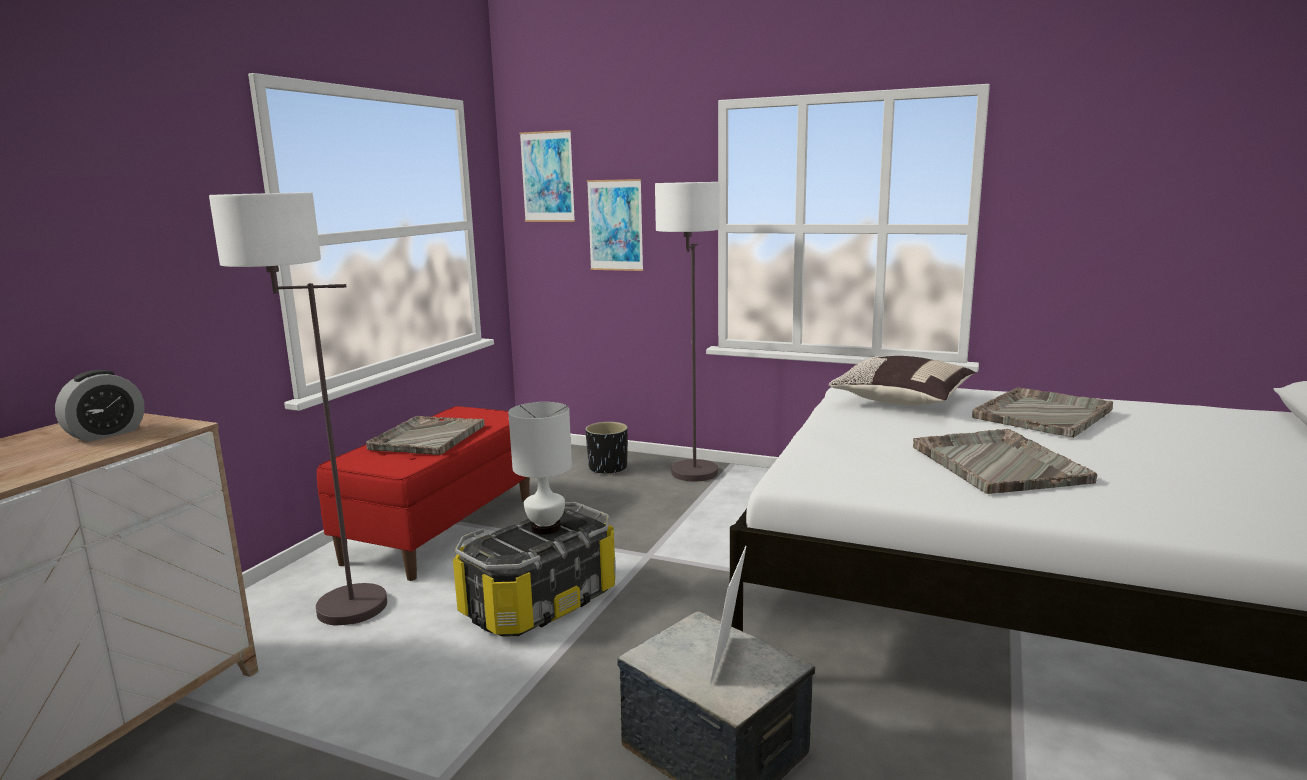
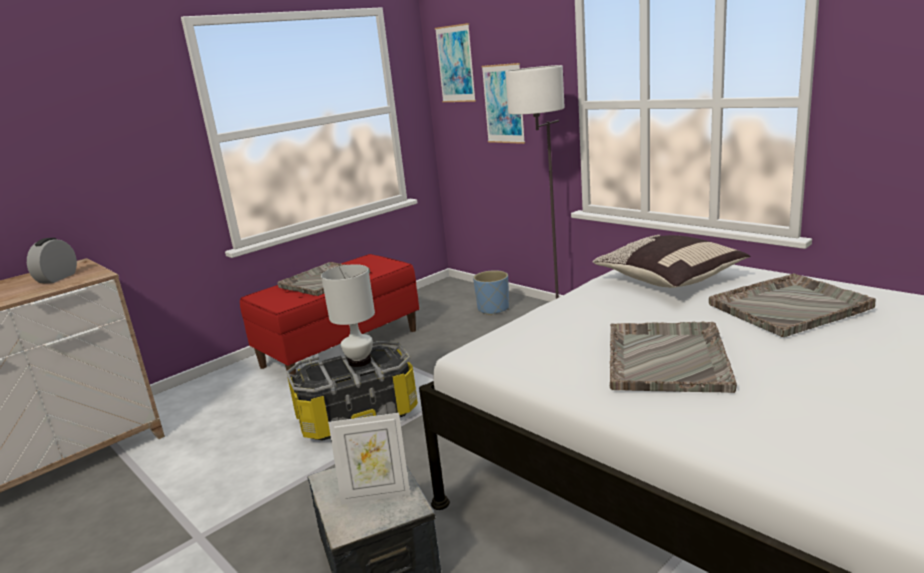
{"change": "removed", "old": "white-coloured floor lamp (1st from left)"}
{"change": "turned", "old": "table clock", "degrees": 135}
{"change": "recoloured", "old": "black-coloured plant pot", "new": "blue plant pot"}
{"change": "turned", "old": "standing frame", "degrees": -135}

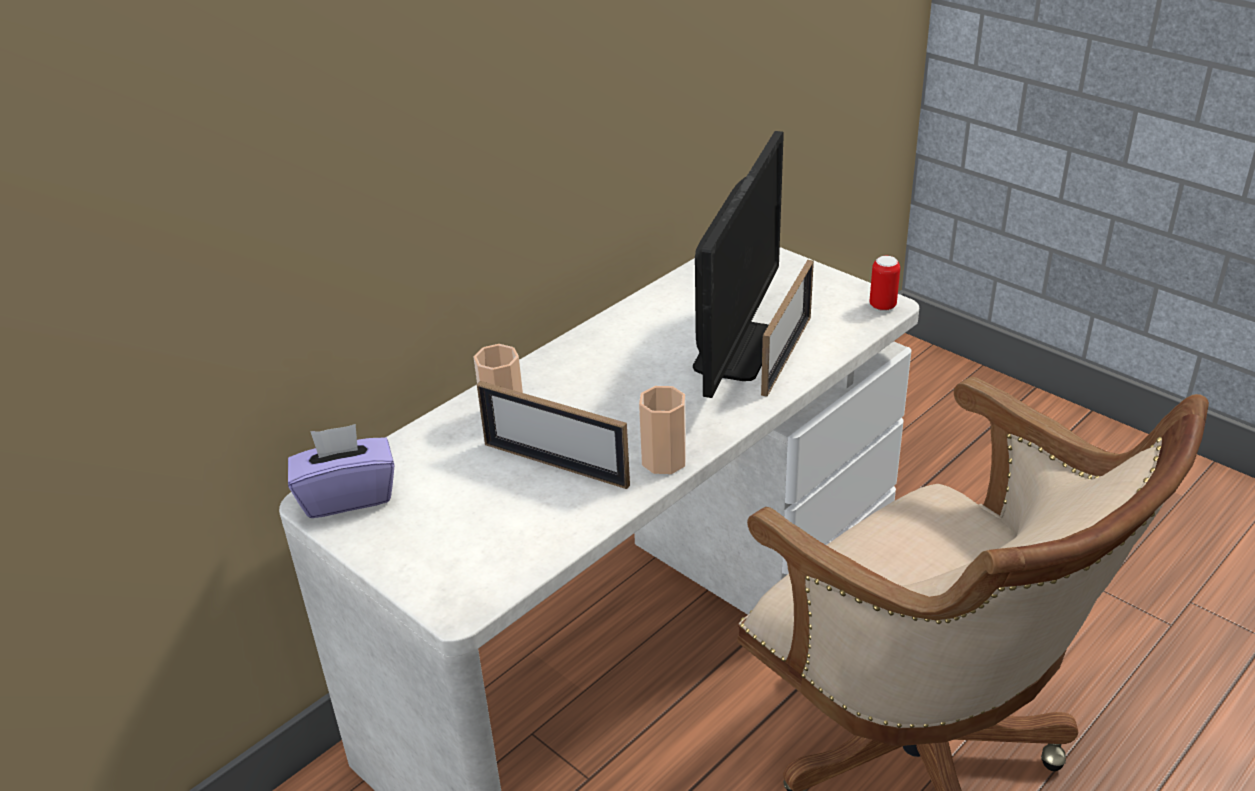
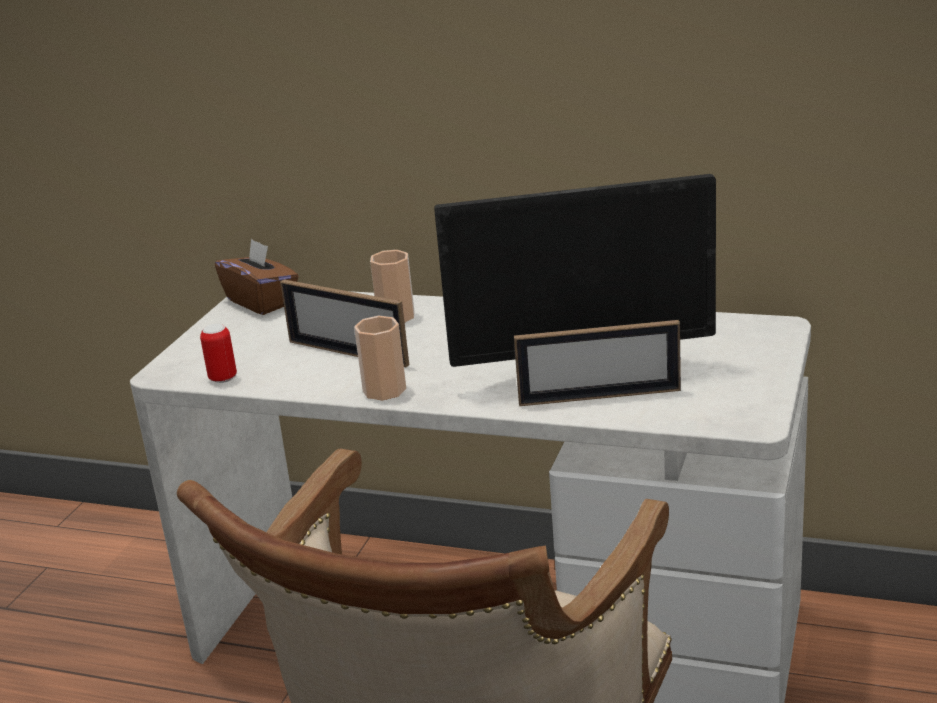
{"change": "moved", "old": "can"}
{"change": "turned", "old": "standing frame (1st from left)", "degrees": -60}
{"change": "recoloured", "old": "purplish box of tissues", "new": "brown box of tissues"}

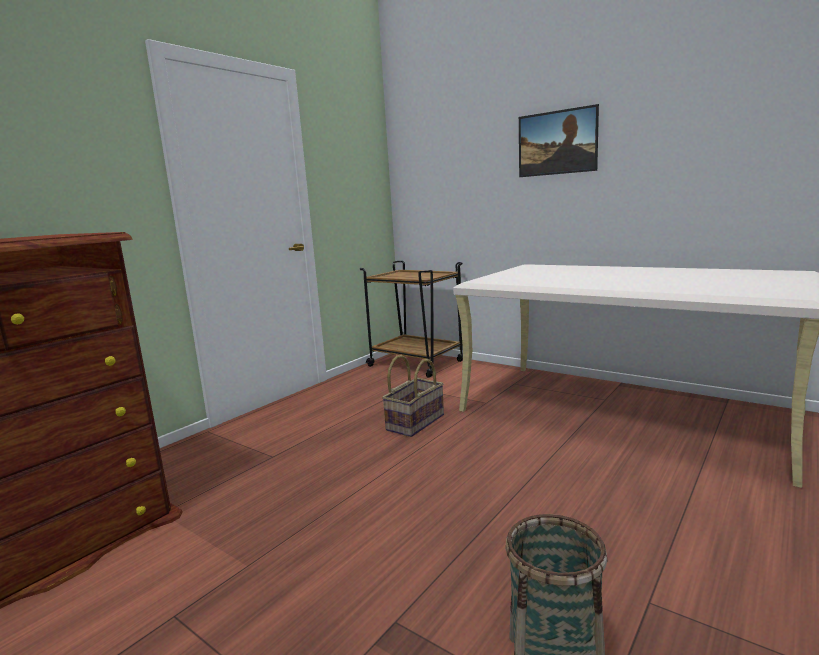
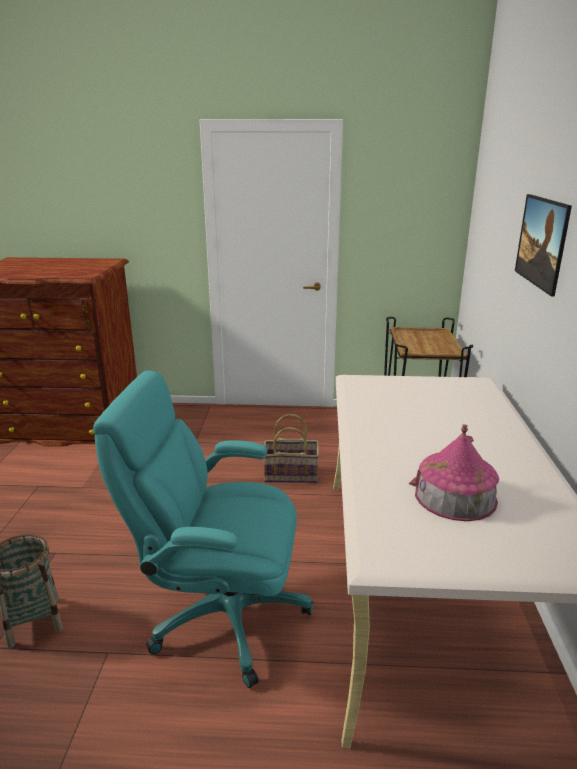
{"change": "added", "new": "blue-green computer chair"}
{"change": "added", "new": "model house"}

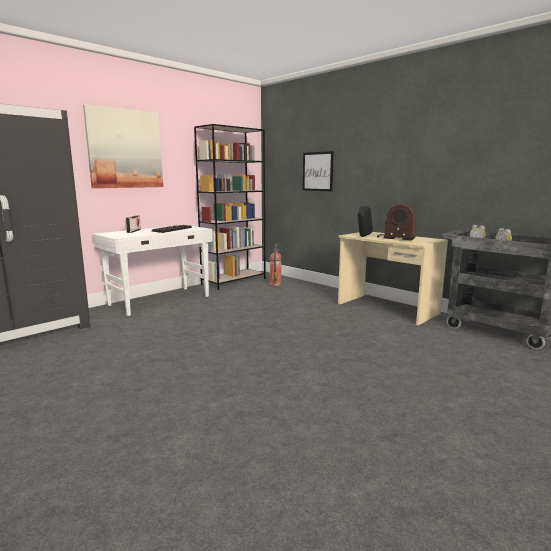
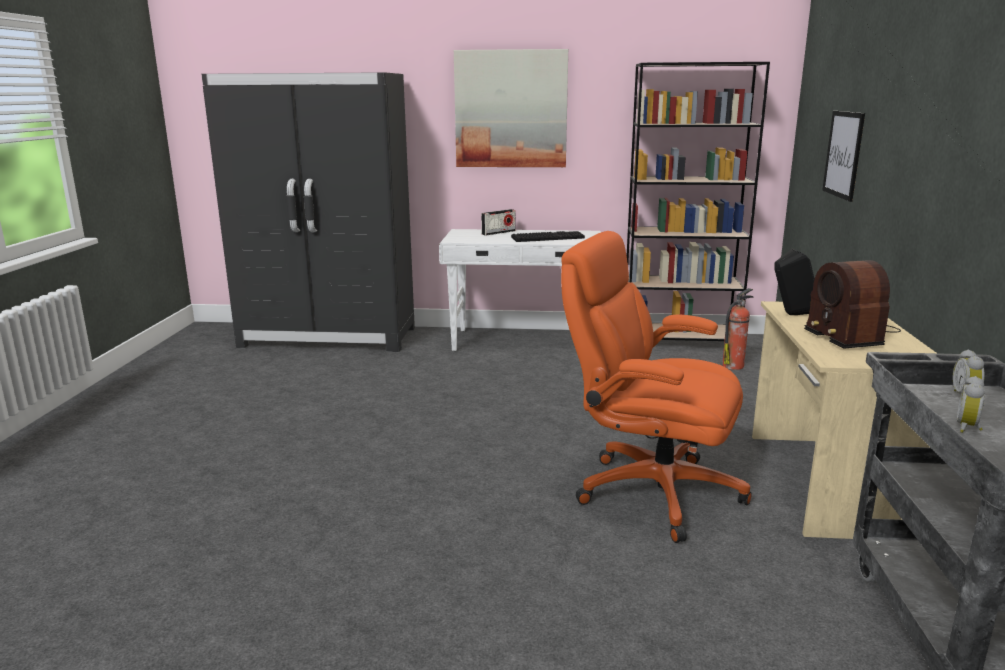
{"change": "added", "new": "orange computer chair"}

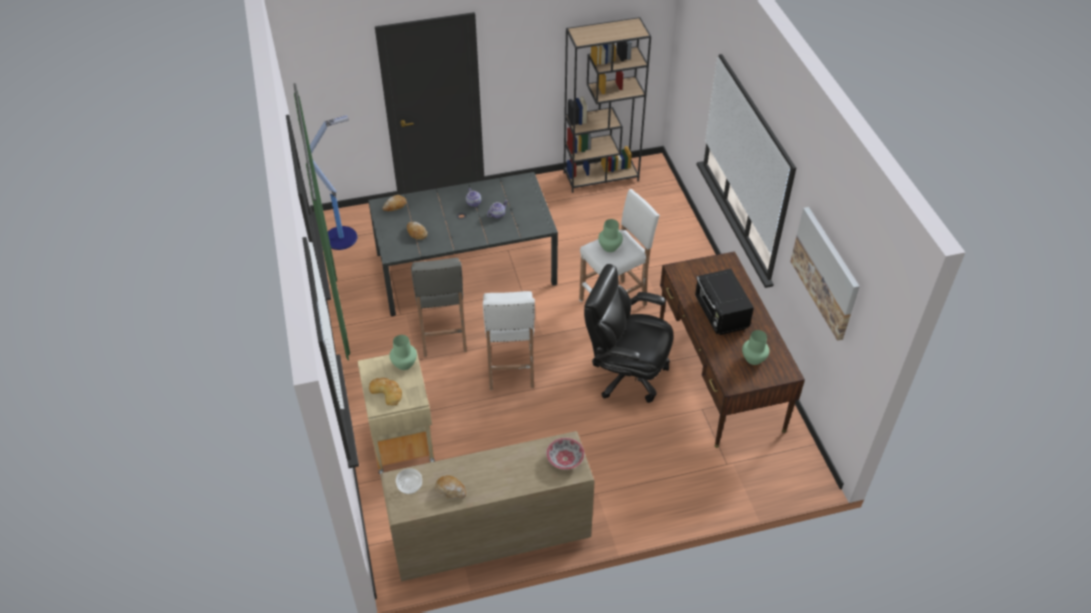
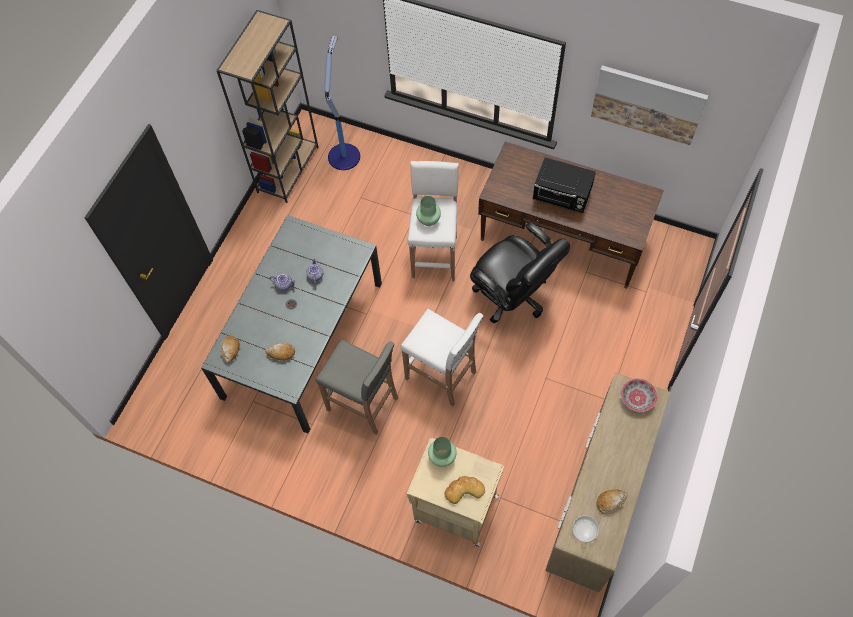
{"change": "moved", "old": "floor lamp"}
{"change": "turned", "old": "black-coloured computer chair", "degrees": -105}
{"change": "removed", "old": "greenish decorative vase (3rd from left)"}

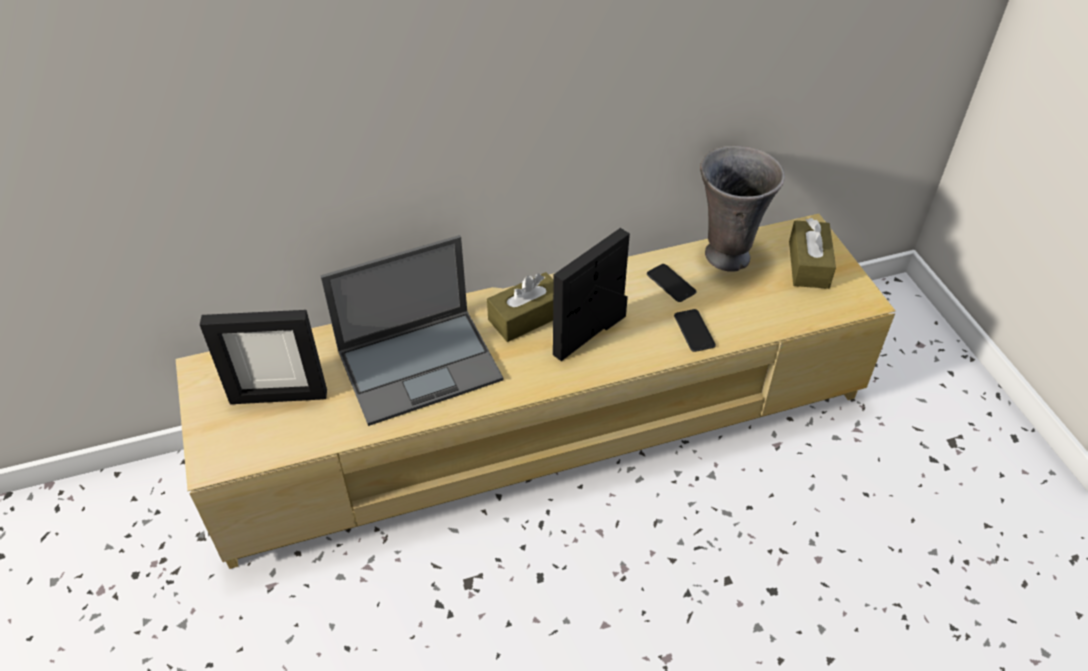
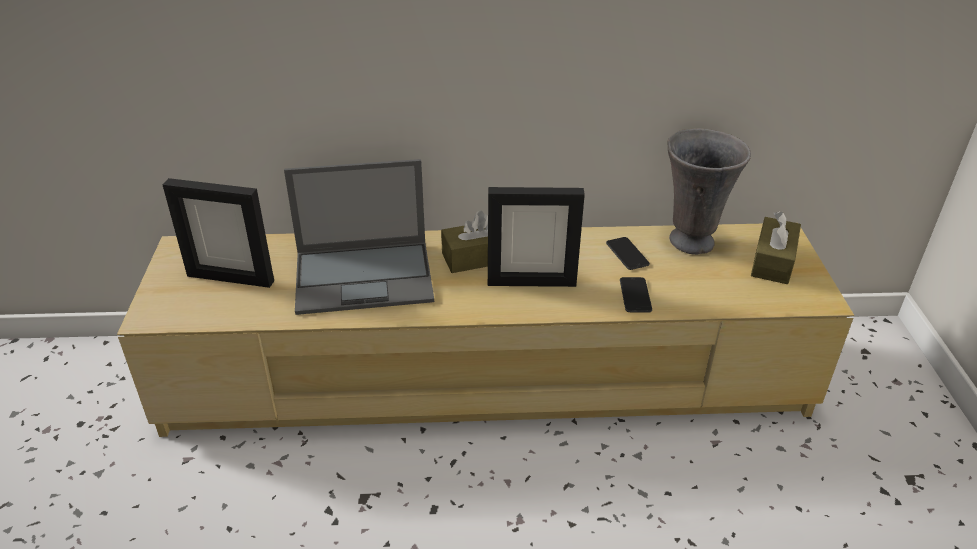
{"change": "turned", "old": "standing frame (2nd from left)", "degrees": -150}

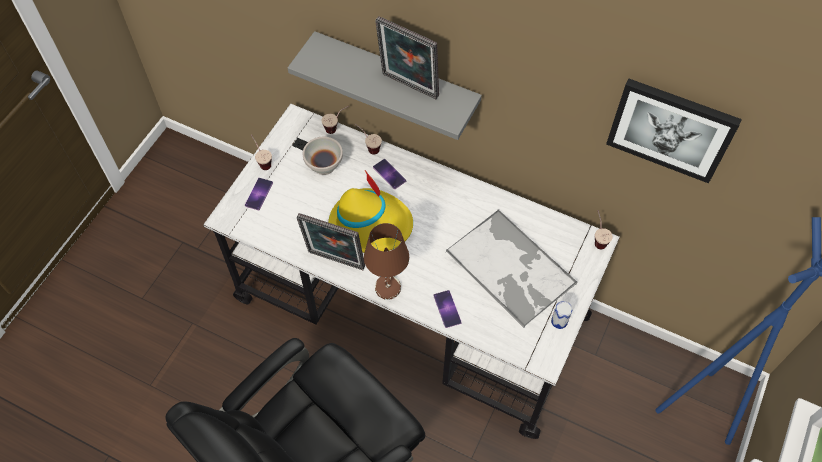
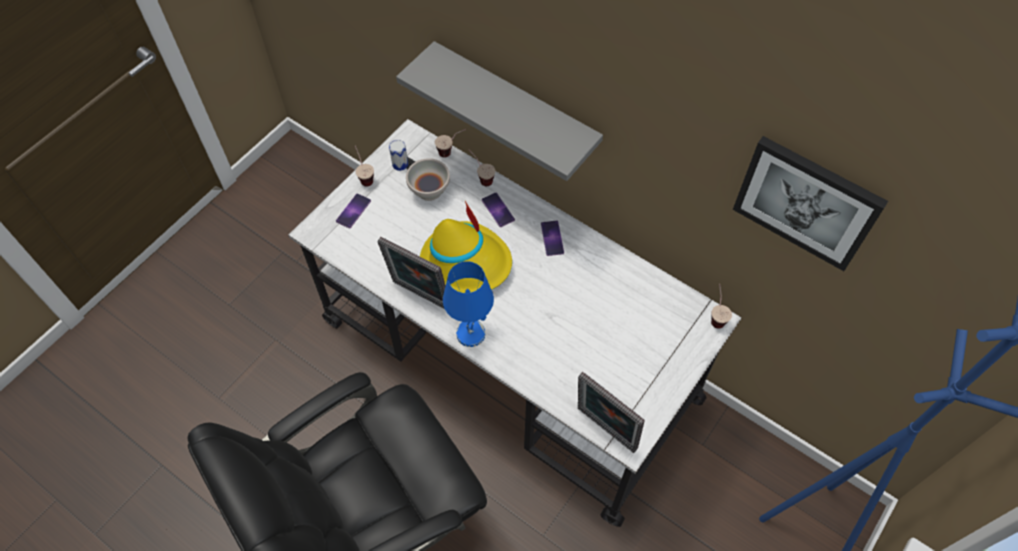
{"change": "moved", "old": "standing frame (2nd from left)"}
{"change": "removed", "old": "serving tray"}
{"change": "recoloured", "old": "brown table lamp", "new": "blue table lamp"}
{"change": "moved", "old": "telephone (3rd from left)"}
{"change": "moved", "old": "can"}

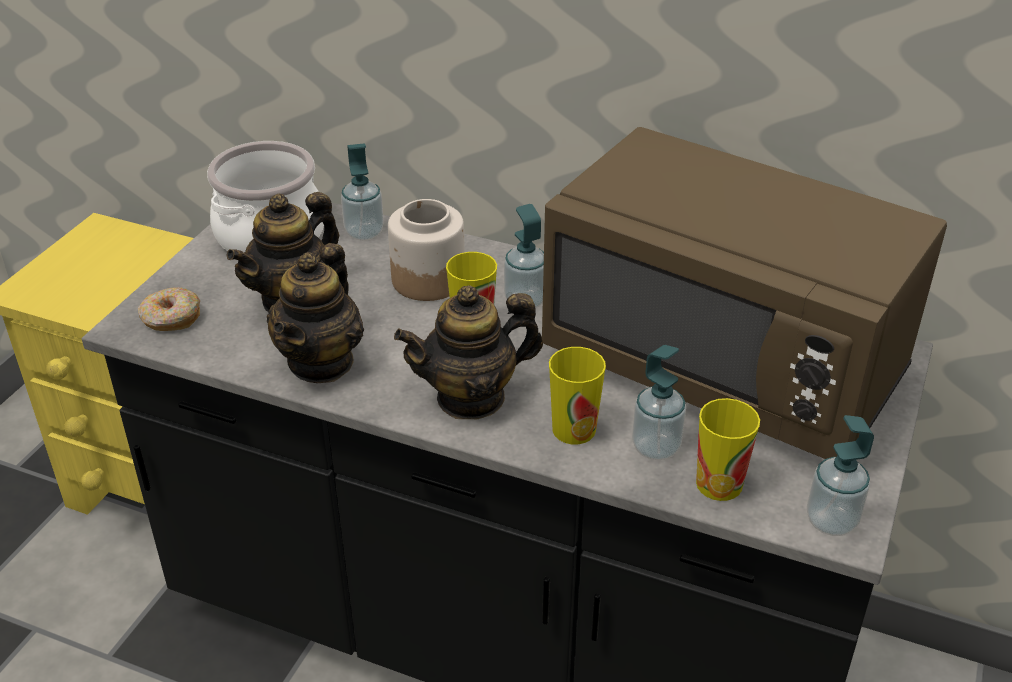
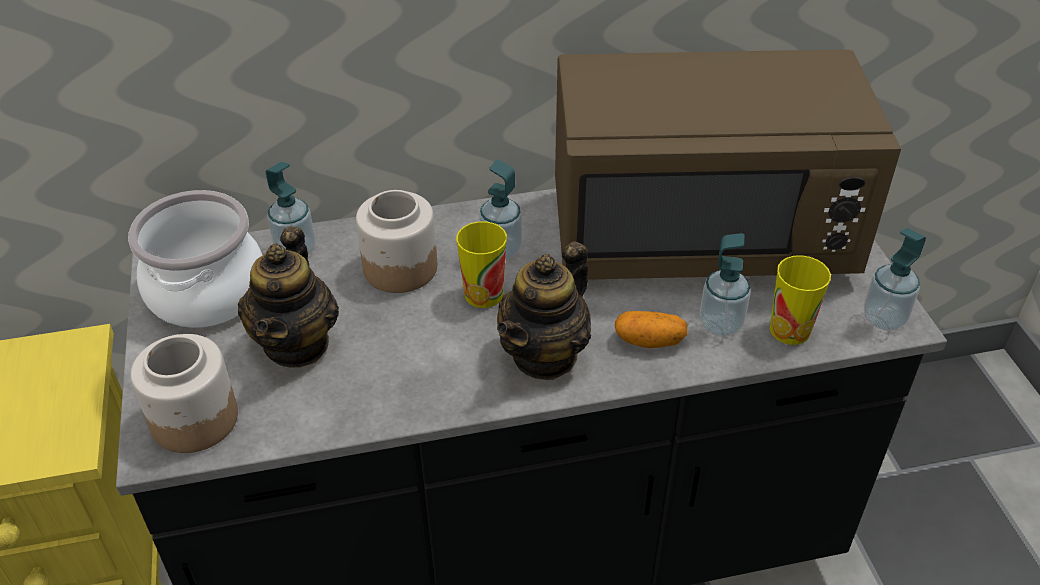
{"change": "removed", "old": "pot for tea (2nd from left)"}
{"change": "replaced", "old": "donut", "new": "jar (1st from left)"}
{"change": "replaced", "old": "drinking cup (2nd from left)", "new": "potato"}

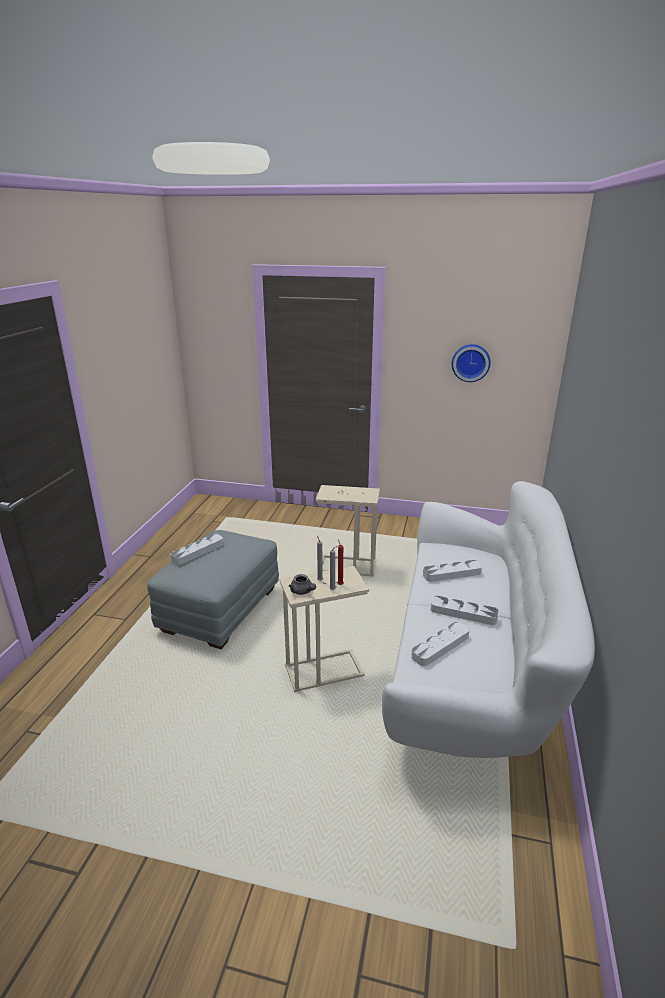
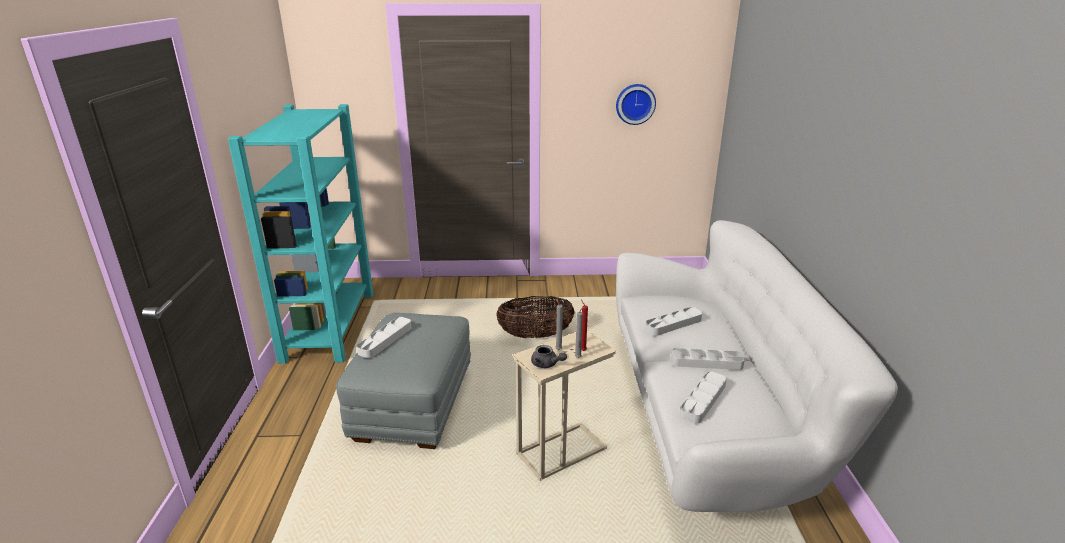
{"change": "replaced", "old": "sand-coloured accent table (2nd from left)", "new": "storage basket"}
{"change": "added", "new": "blue-green bookshelf"}

